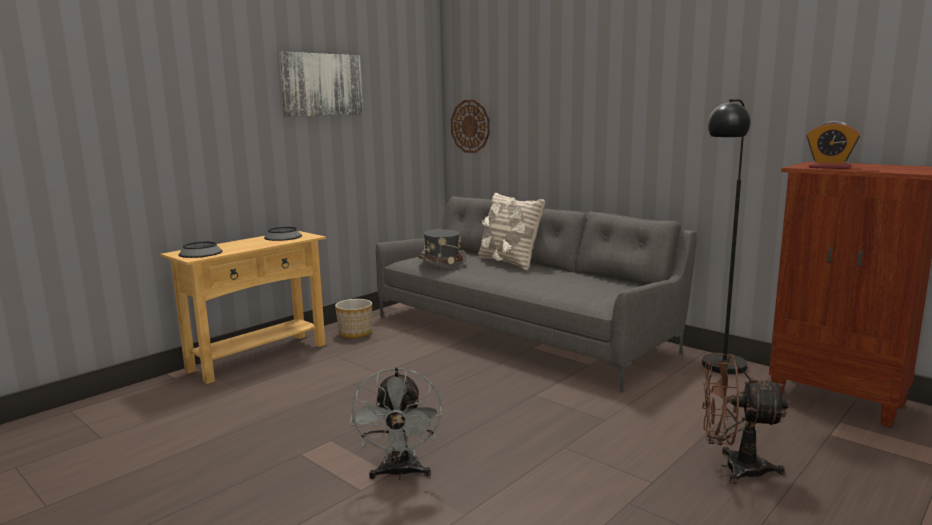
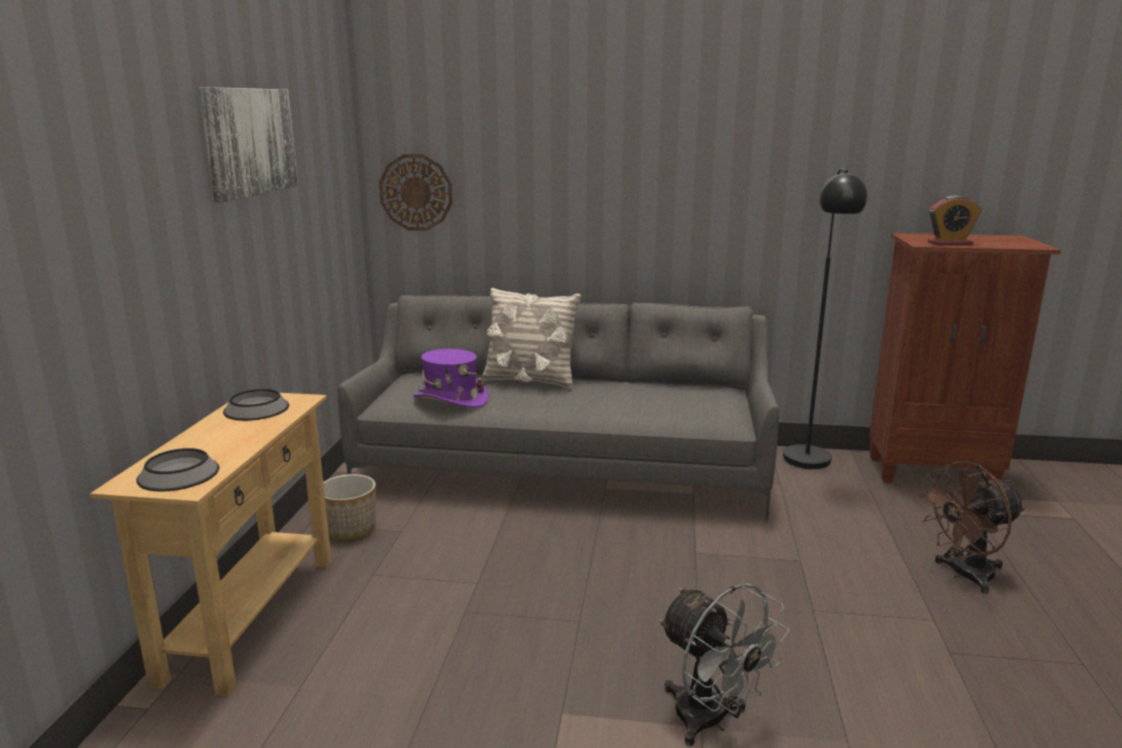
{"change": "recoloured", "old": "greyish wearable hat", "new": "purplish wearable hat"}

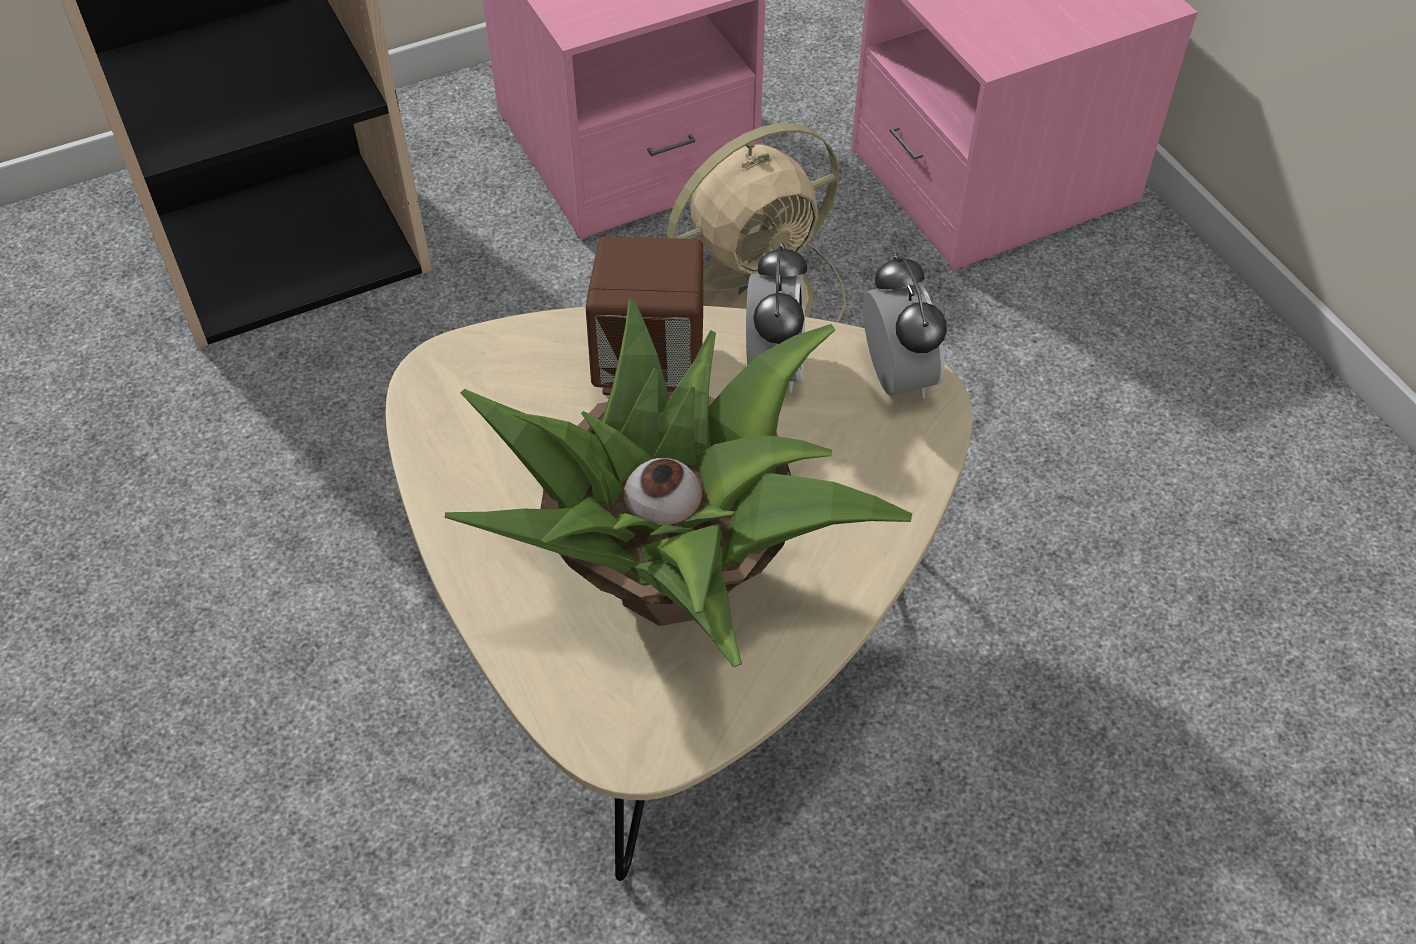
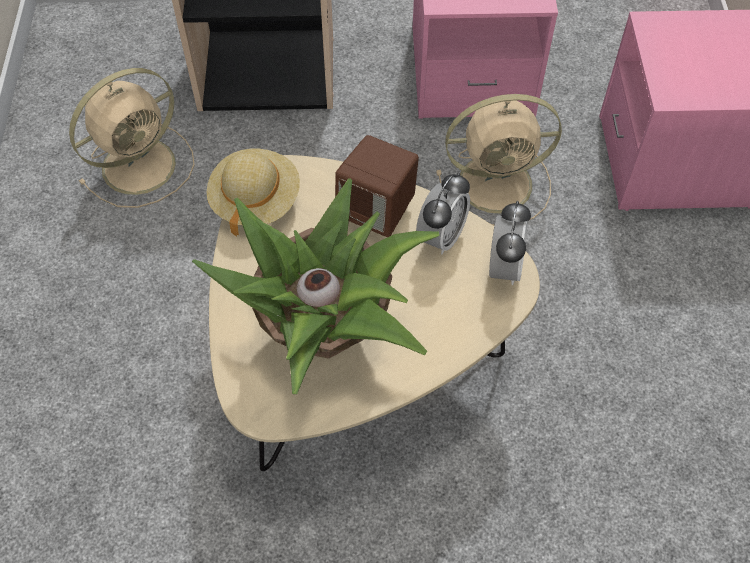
{"change": "added", "new": "sand-coloured fan (1st from left)"}
{"change": "added", "new": "sand-coloured wearable hat"}

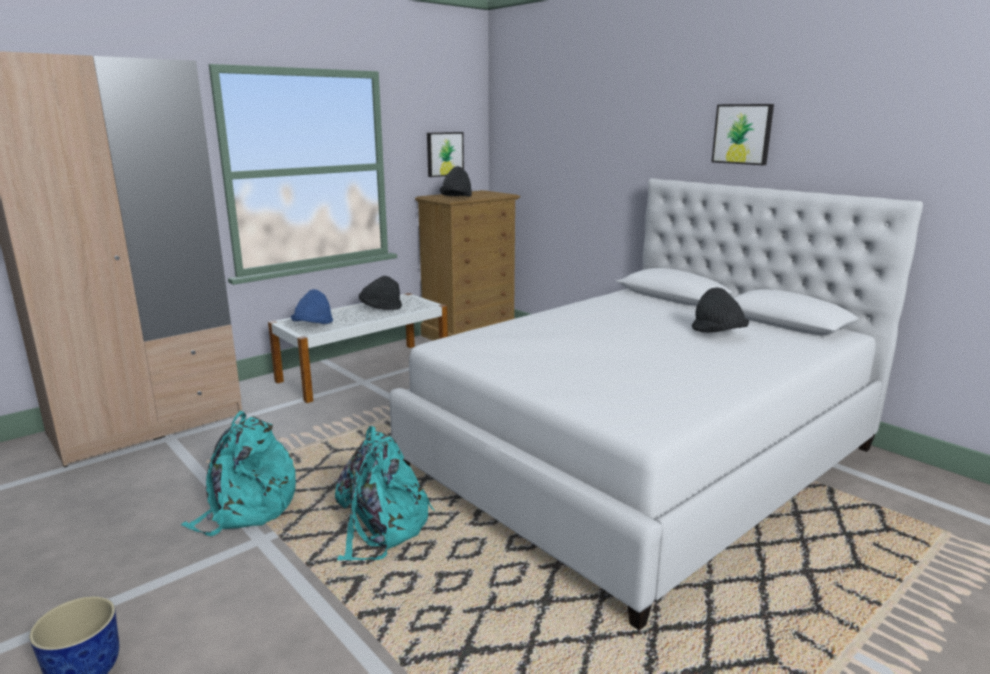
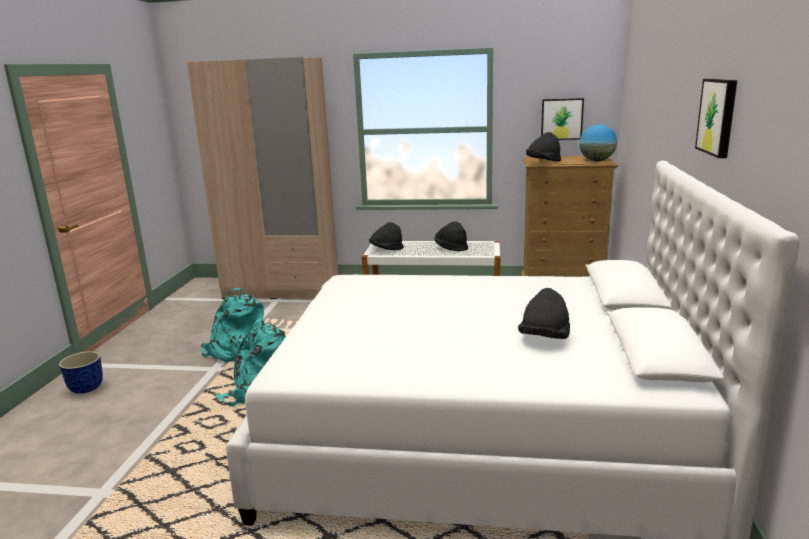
{"change": "recoloured", "old": "blue wearable hat", "new": "black-coloured wearable hat (1st from left)"}
{"change": "added", "new": "globe"}

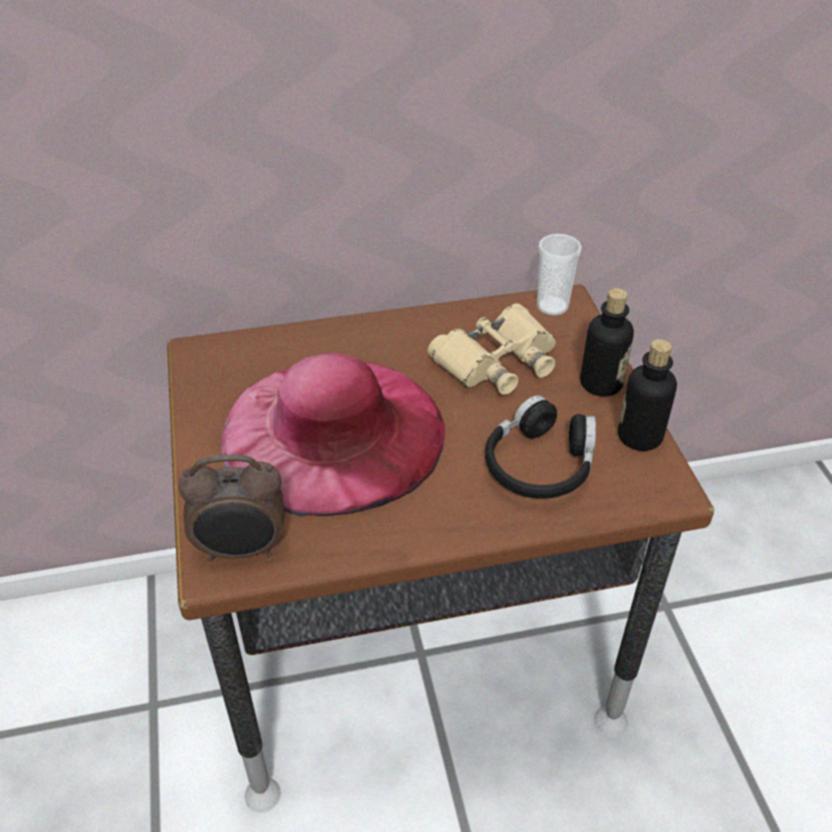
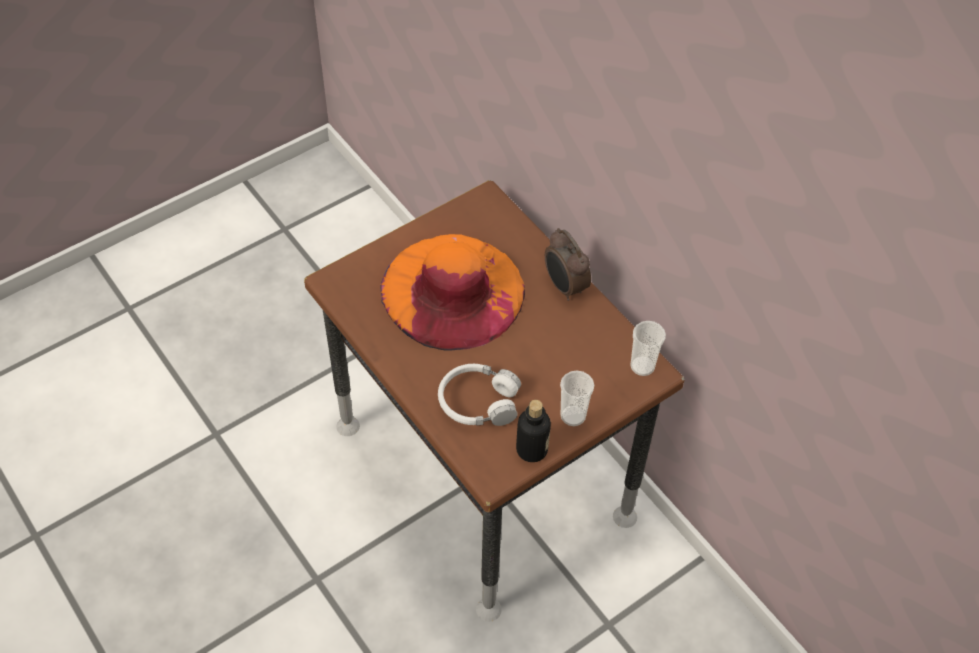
{"change": "replaced", "old": "drink bottle (1st from left)", "new": "drinking cup (1st from left)"}
{"change": "removed", "old": "sand-coloured pair of binoculars"}
{"change": "recoloured", "old": "pinkish wearable hat", "new": "orange wearable hat"}
{"change": "recoloured", "old": "black-coloured pair of headphones", "new": "white-coloured pair of headphones"}
{"change": "moved", "old": "table clock"}

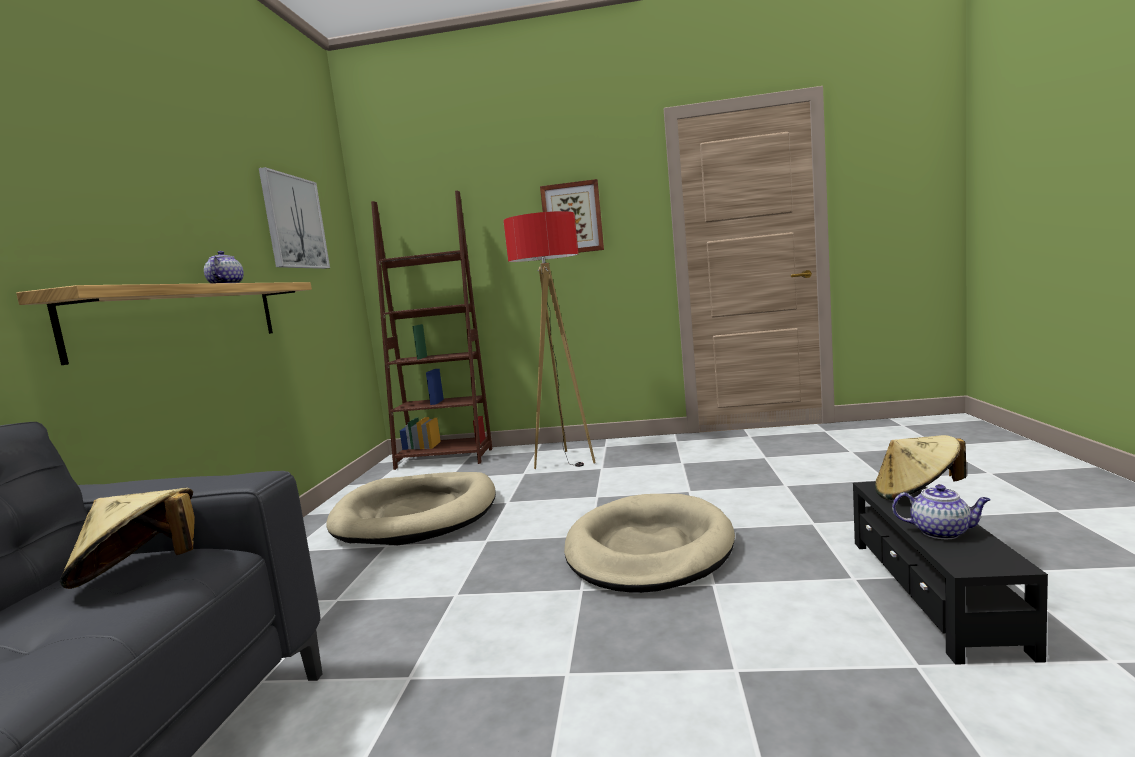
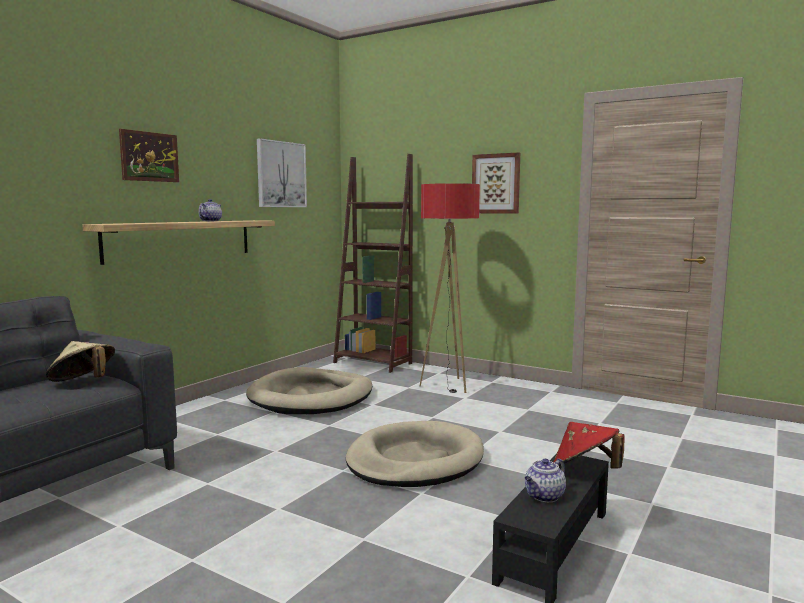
{"change": "recoloured", "old": "sand-coloured wearable hat (2nd from left)", "new": "reddish wearable hat"}
{"change": "turned", "old": "pot for tea (2nd from left)", "degrees": 90}
{"change": "added", "new": "wall picture (1st from left)"}

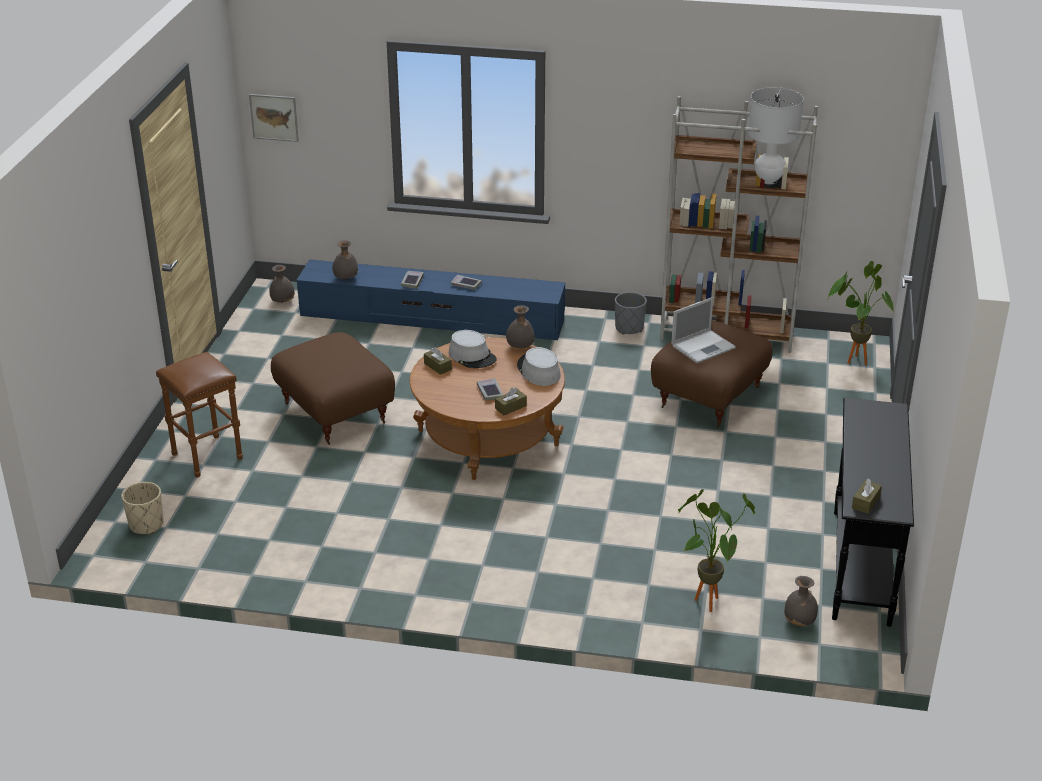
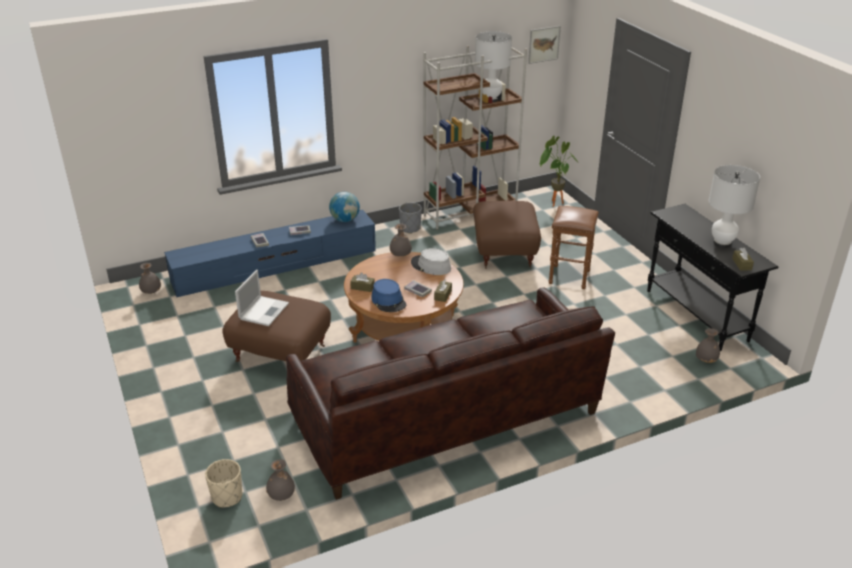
{"change": "moved", "old": "wall picture"}
{"change": "moved", "old": "greyish decorative vase (2nd from left)"}
{"change": "moved", "old": "portable computer"}
{"change": "removed", "old": "greyish wearable hat (1st from left)"}
{"change": "moved", "old": "brown sitting stool"}
{"change": "removed", "old": "houseplant (1st from left)"}
{"change": "added", "new": "white-coloured table lamp (2nd from left)"}
{"change": "added", "new": "globe"}
{"change": "added", "new": "blue wearable hat"}
{"change": "added", "new": "brown couch"}

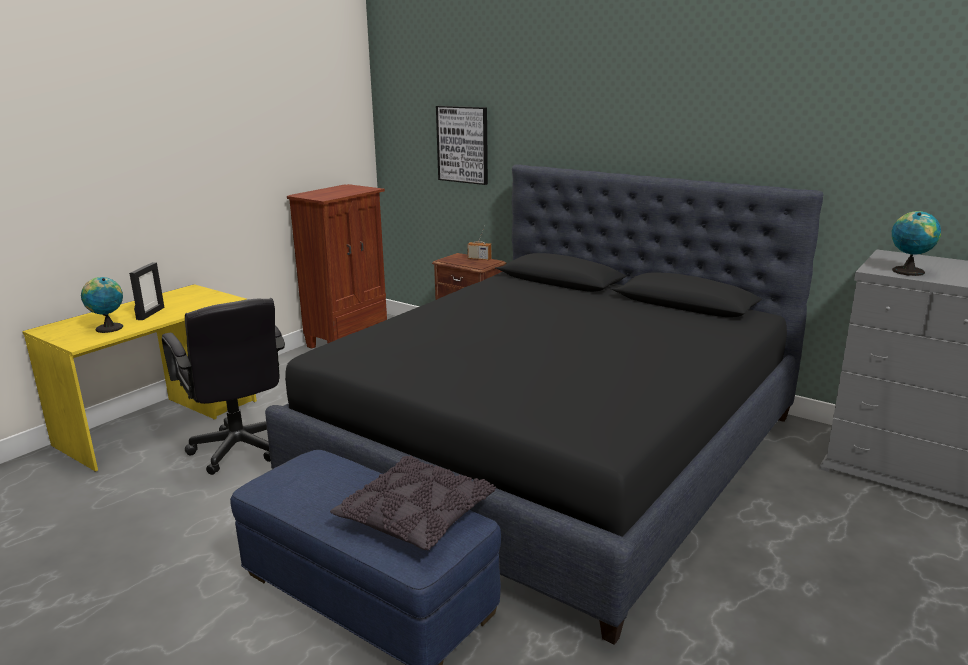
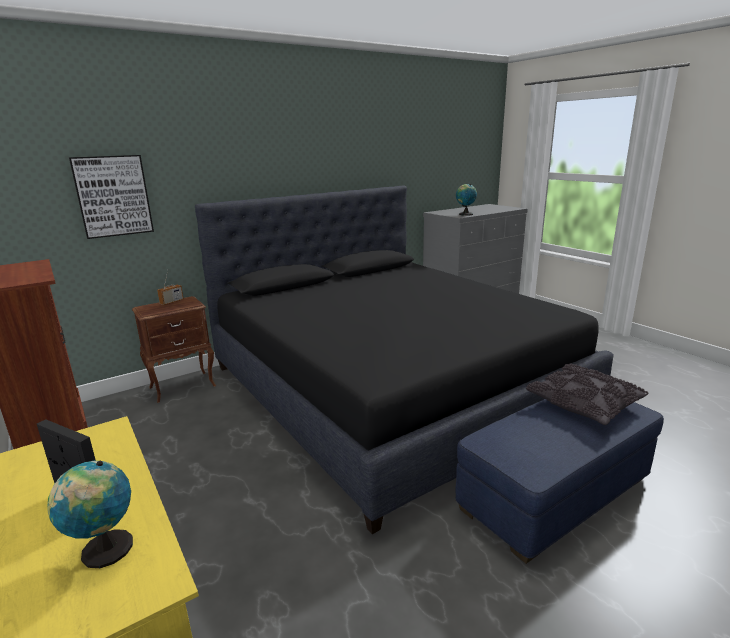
{"change": "removed", "old": "black-coloured computer chair"}

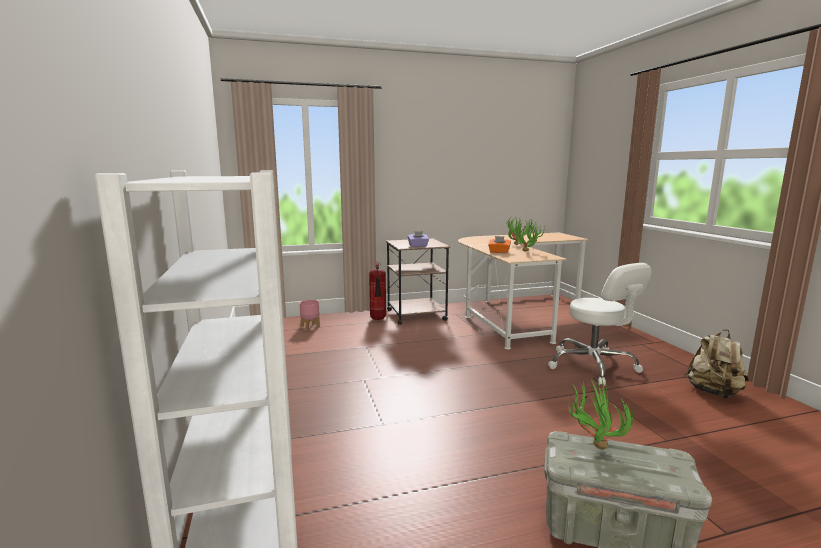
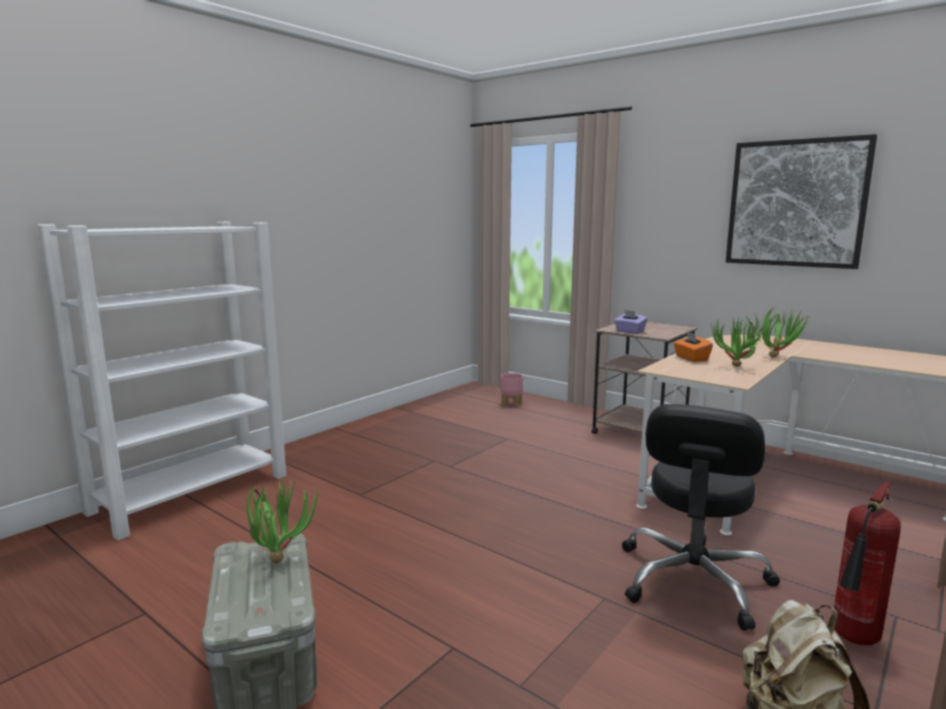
{"change": "moved", "old": "fire extinguisher"}
{"change": "recoloured", "old": "white-coloured computer chair", "new": "black-coloured computer chair"}
{"change": "added", "new": "wall picture"}

